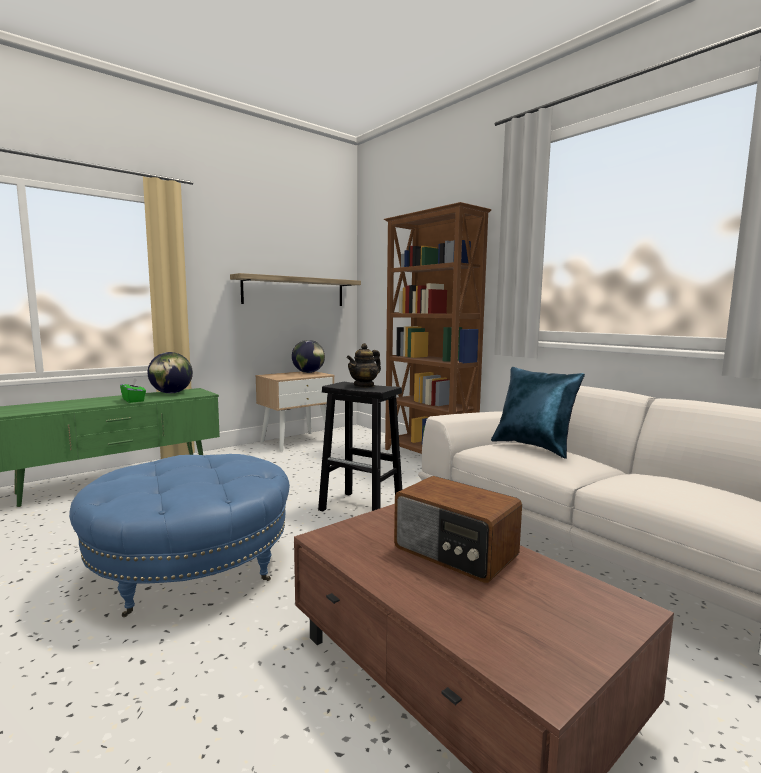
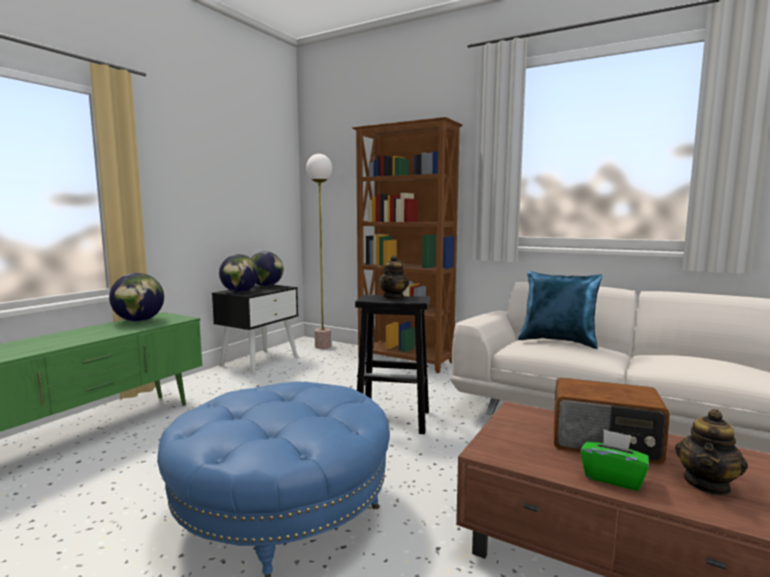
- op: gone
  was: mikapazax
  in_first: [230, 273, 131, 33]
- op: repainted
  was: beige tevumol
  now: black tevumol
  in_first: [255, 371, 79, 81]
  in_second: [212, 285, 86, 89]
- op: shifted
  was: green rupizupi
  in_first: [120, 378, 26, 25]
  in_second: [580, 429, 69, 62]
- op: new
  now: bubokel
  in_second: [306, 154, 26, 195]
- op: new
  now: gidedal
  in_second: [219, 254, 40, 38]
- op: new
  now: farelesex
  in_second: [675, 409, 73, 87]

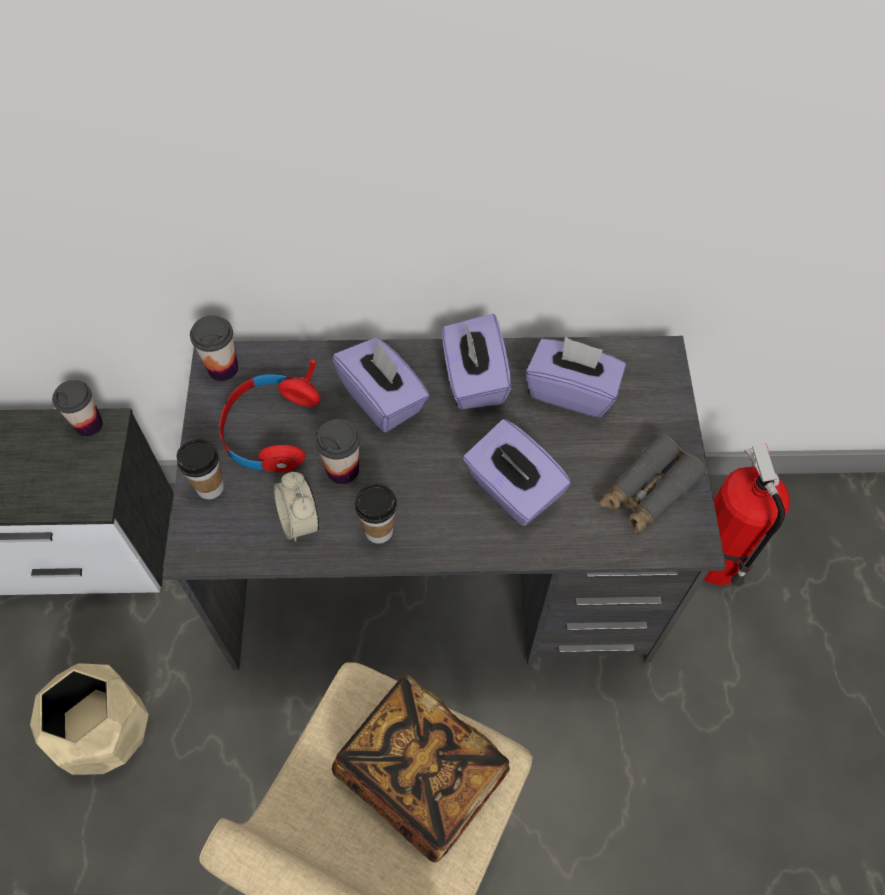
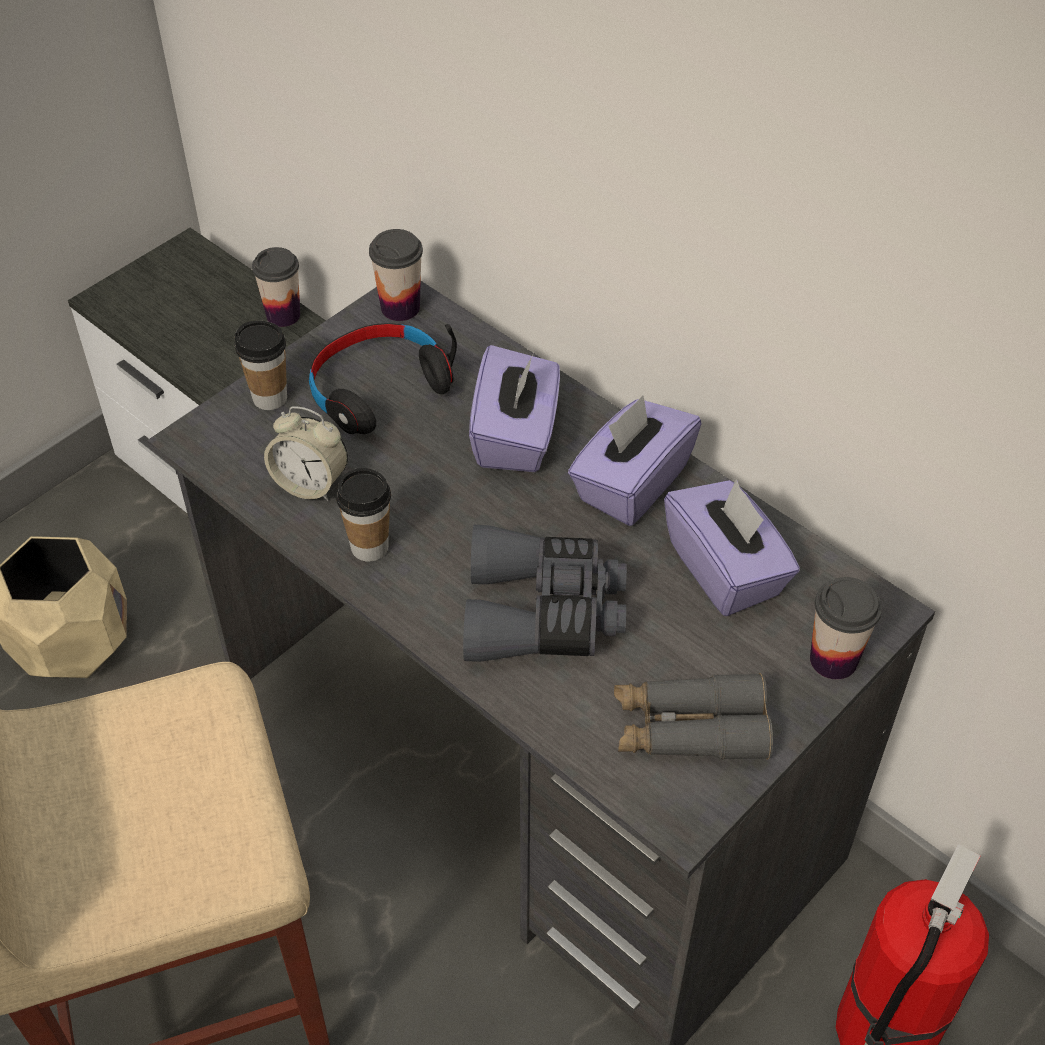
- op: repainted
  was: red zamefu
  now: black zamefu
  in_first: [219, 359, 102, 114]
  in_second: [309, 323, 148, 111]
- op: shifted
  was: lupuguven
  in_first: [315, 419, 45, 65]
  in_second: [810, 577, 72, 103]
- op: swapped
  was: purple rupizupi
  now: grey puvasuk
  in_first: [463, 419, 108, 107]
  in_second: [463, 525, 164, 137]
- op: rotated
  was: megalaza
  in_first: [274, 472, 45, 70]
  in_second: [264, 406, 84, 95]
  clockwise: -90
- op: gone
  was: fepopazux
  in_first: [332, 675, 178, 187]

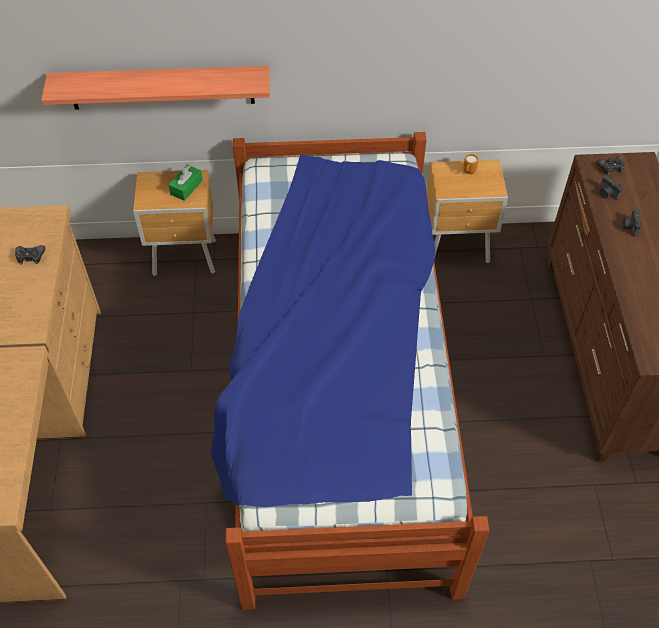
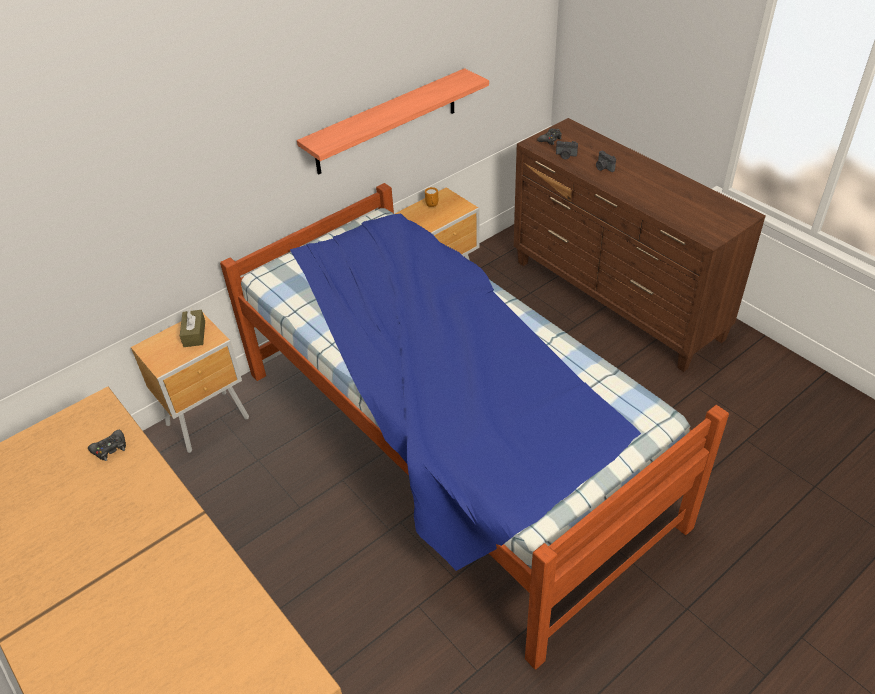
- op: shifted
  was: mikapazax
  in_first: [41, 66, 229, 44]
  in_second: [297, 68, 192, 107]
- op: repainted
  was: green rupizupi
  now: brown rupizupi
  in_first: [168, 165, 35, 36]
  in_second: [180, 308, 25, 39]

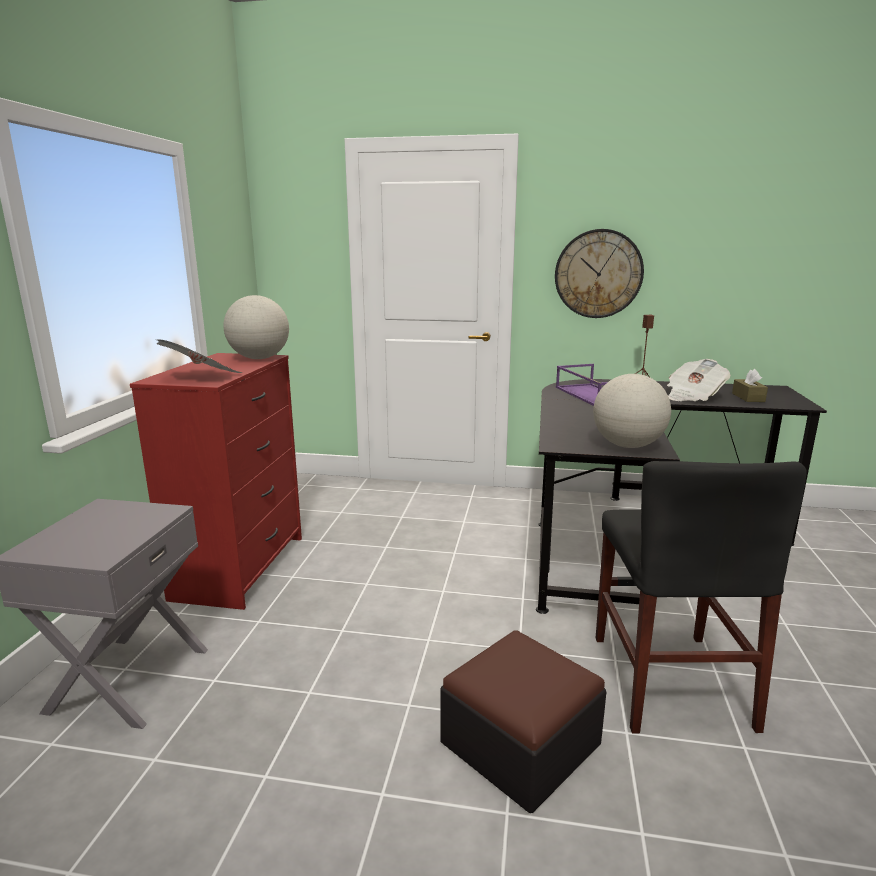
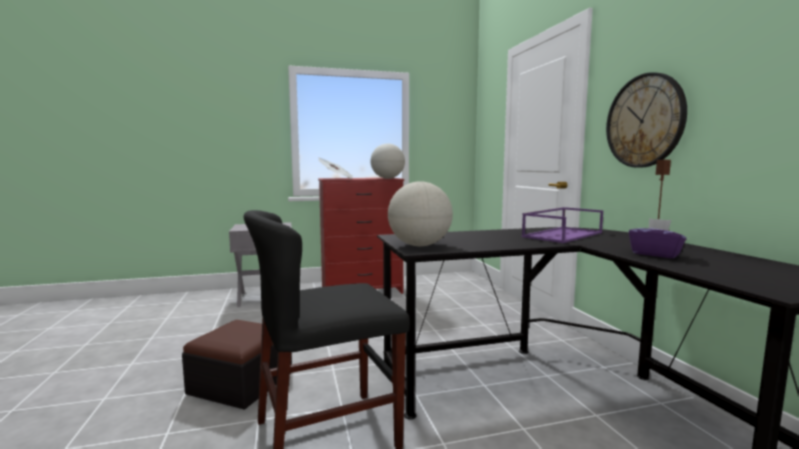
- op: swapped
  was: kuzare
  now: purple rupizupi
  in_first: [667, 359, 64, 42]
  in_second: [629, 218, 57, 40]
- op: gone
  was: brown rupizupi
  in_first: [732, 369, 36, 33]

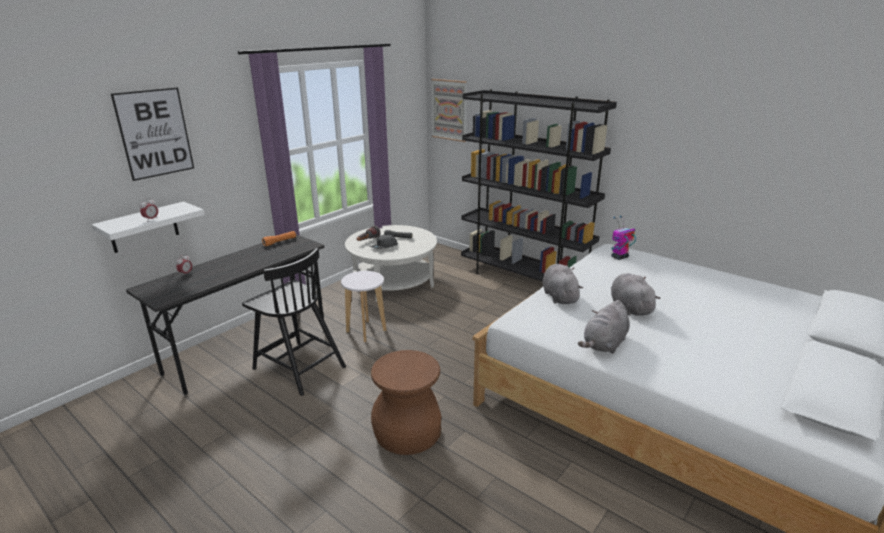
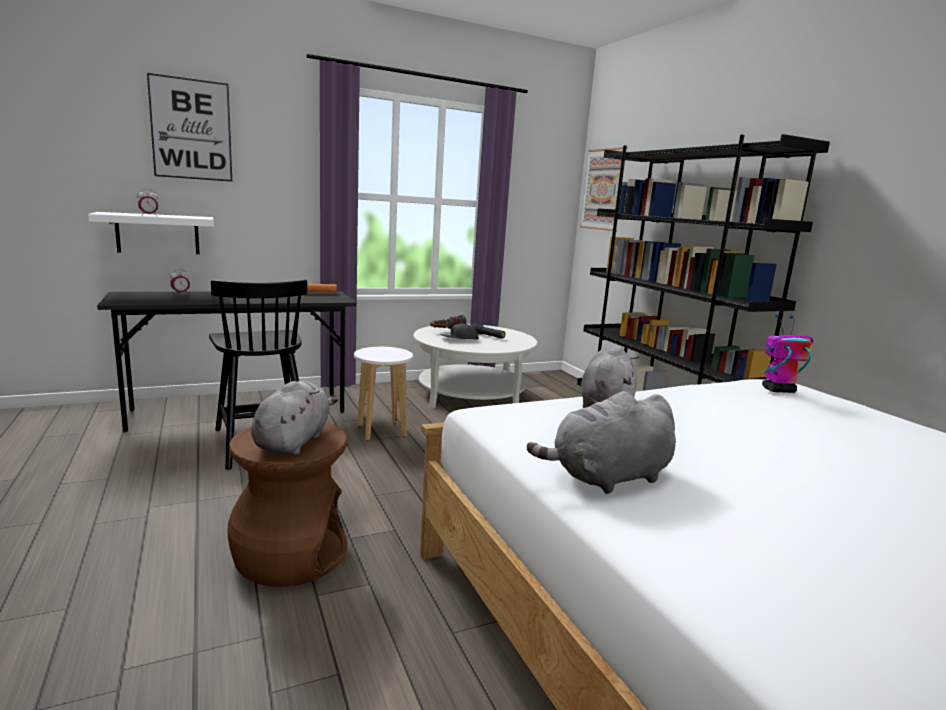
- op: shifted
  was: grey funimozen
  in_first: [611, 273, 50, 43]
  in_second: [251, 381, 87, 74]

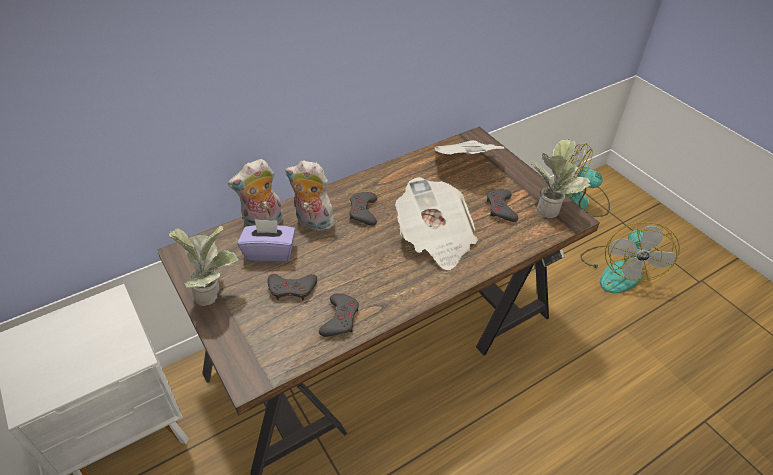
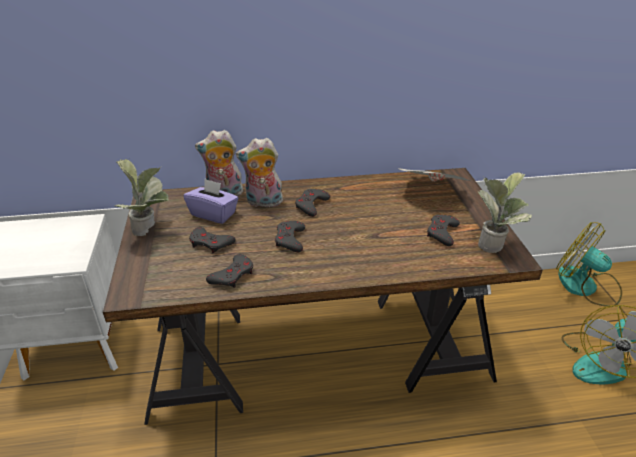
- op: rotated
  was: funimozen
  in_first: [285, 160, 50, 71]
  in_second: [236, 138, 47, 69]
  clockwise: -45
- op: gone
  was: kuzare
  in_first: [395, 177, 83, 93]
- op: new
  now: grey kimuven
  in_second: [275, 221, 30, 31]

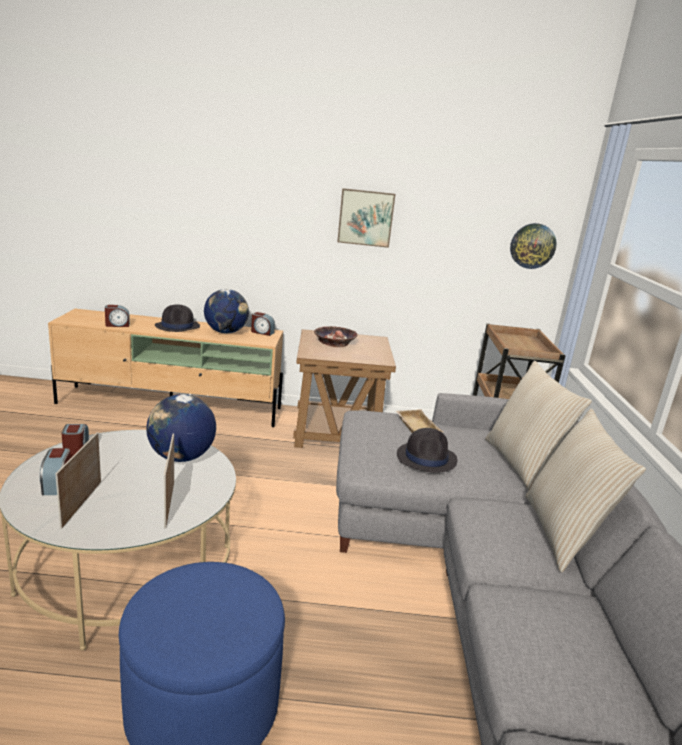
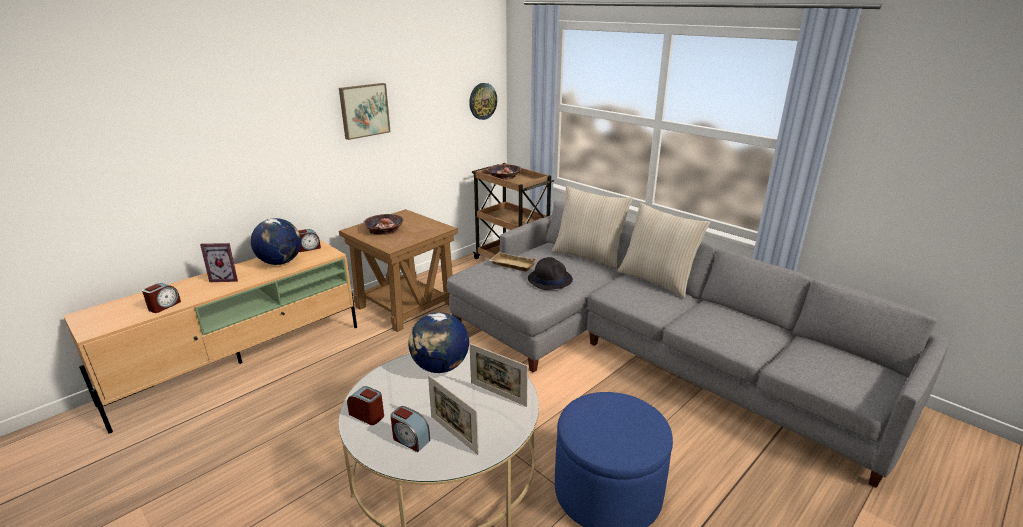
- op: swapped
  was: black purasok
  now: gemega
  in_first: [155, 304, 45, 28]
  in_second: [200, 243, 38, 39]
- op: new
  now: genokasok
  in_second: [487, 164, 34, 16]

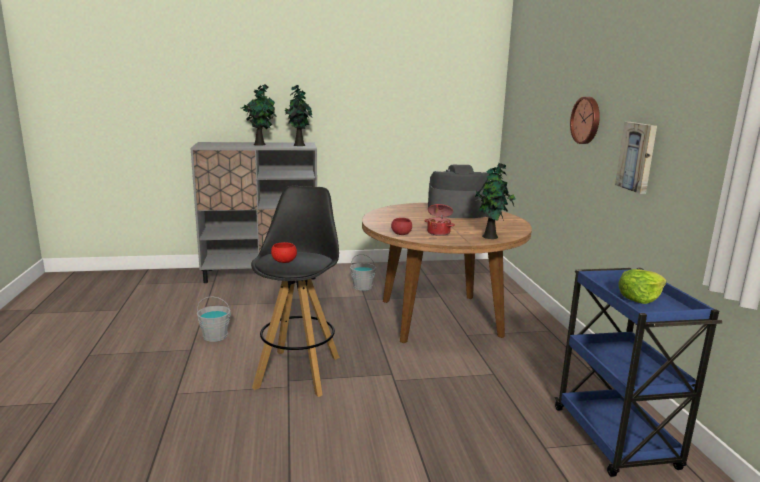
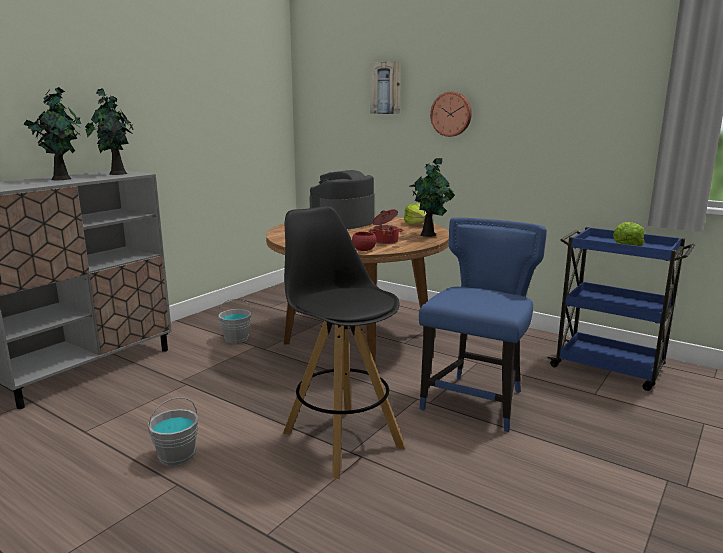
- op: shifted
  was: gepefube
  in_first: [615, 122, 42, 72]
  in_second: [370, 61, 31, 53]
- op: gone
  was: red genokasok
  in_first: [271, 242, 26, 21]
- op: new
  now: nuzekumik
  in_second: [404, 203, 22, 22]
- op: new
  now: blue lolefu
  in_second: [419, 218, 128, 214]

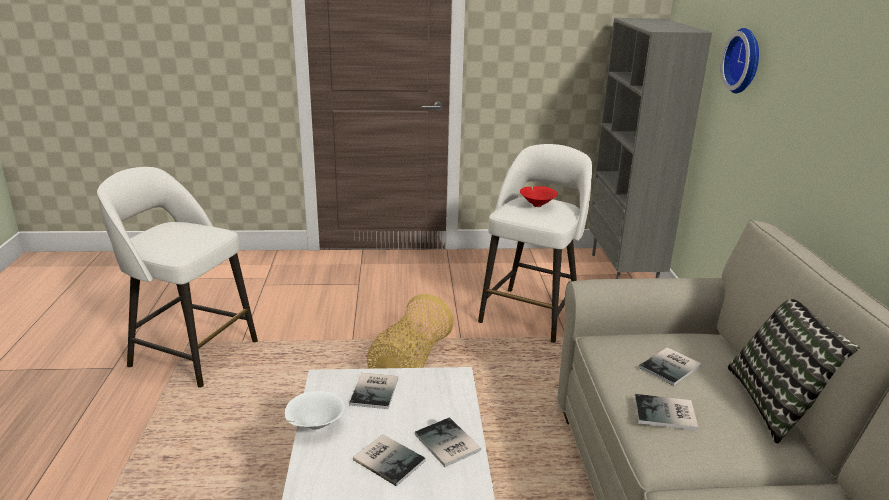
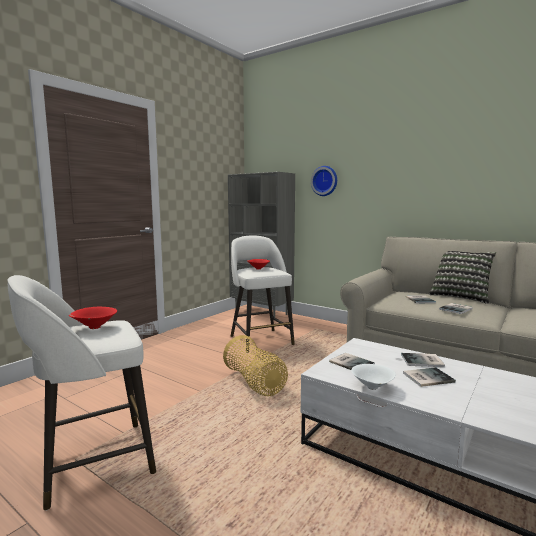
- op: new
  now: red genokasok
  in_second: [69, 307, 48, 22]

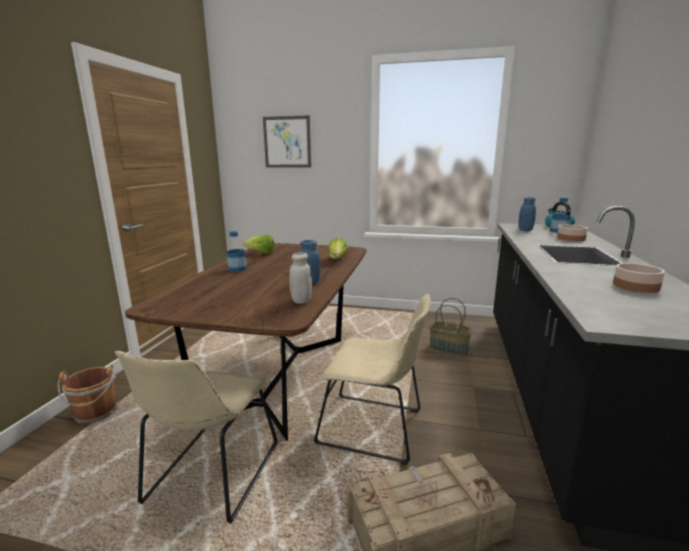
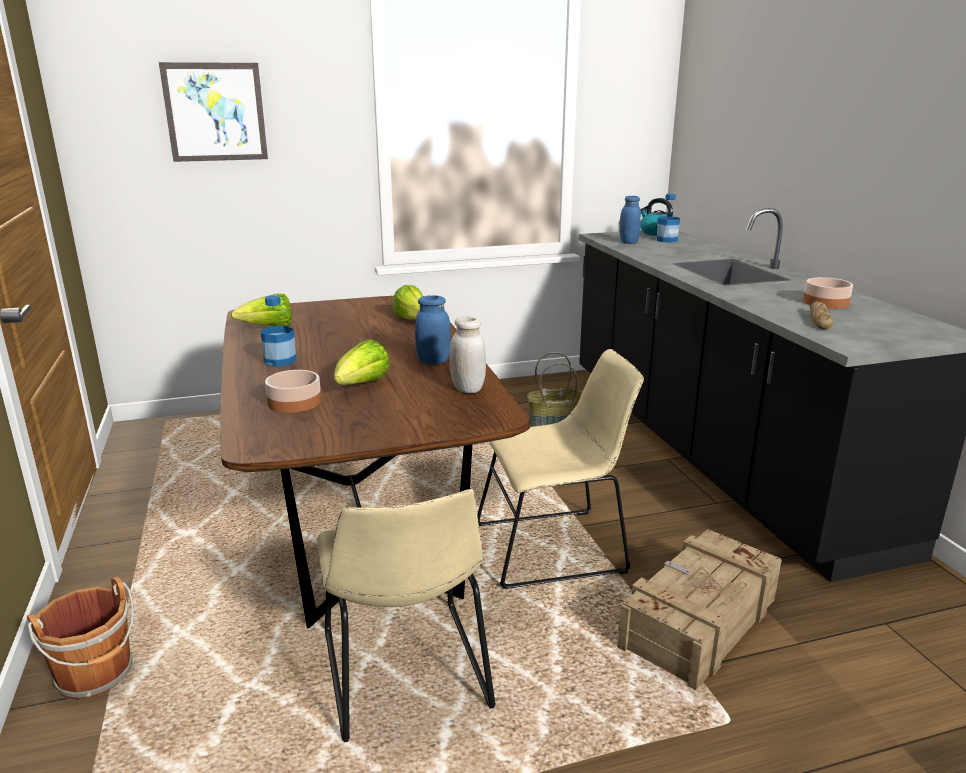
- op: shifted
  was: genokasok
  in_first: [557, 225, 31, 16]
  in_second: [265, 370, 56, 43]
- op: new
  now: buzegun
  in_second: [810, 301, 23, 28]
- op: new
  now: nuzekumik
  in_second: [334, 340, 56, 45]

